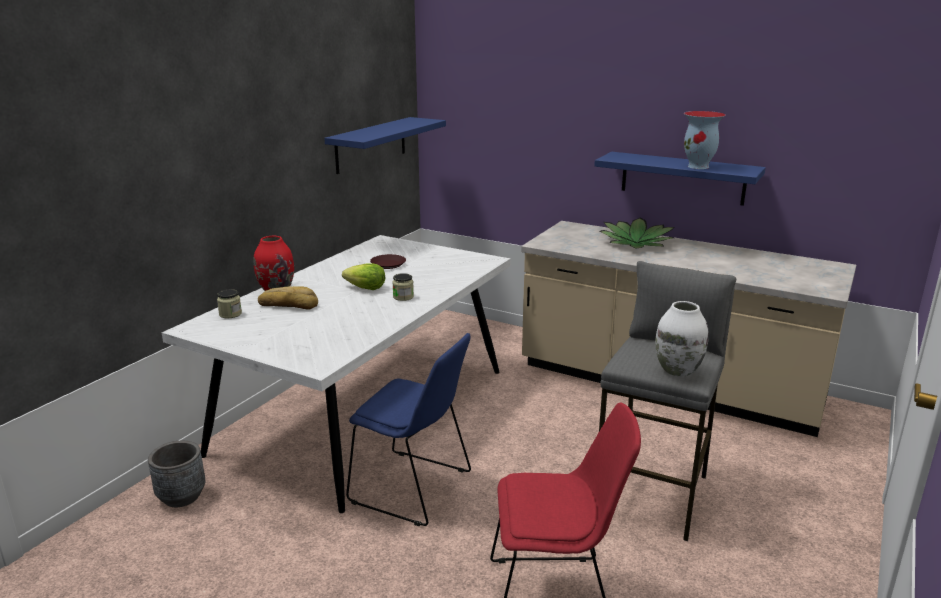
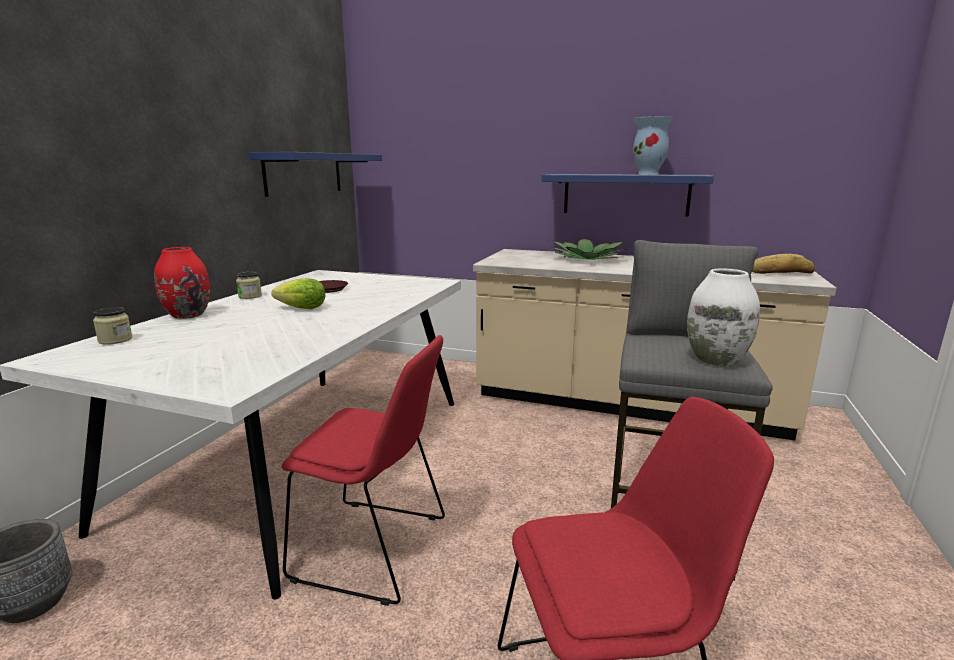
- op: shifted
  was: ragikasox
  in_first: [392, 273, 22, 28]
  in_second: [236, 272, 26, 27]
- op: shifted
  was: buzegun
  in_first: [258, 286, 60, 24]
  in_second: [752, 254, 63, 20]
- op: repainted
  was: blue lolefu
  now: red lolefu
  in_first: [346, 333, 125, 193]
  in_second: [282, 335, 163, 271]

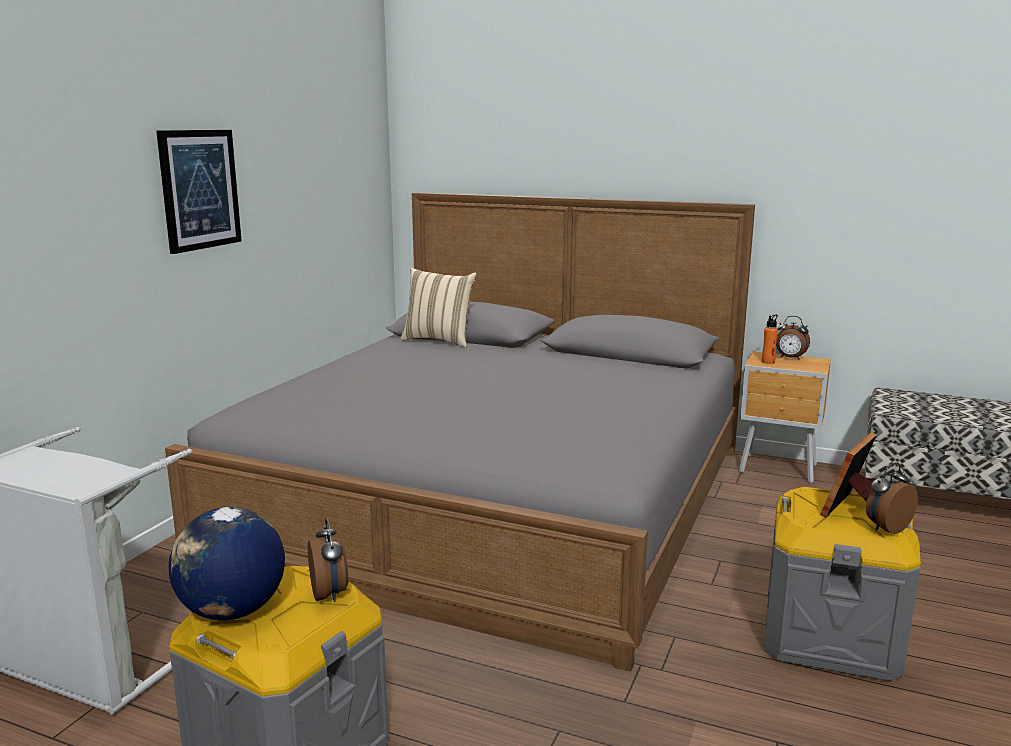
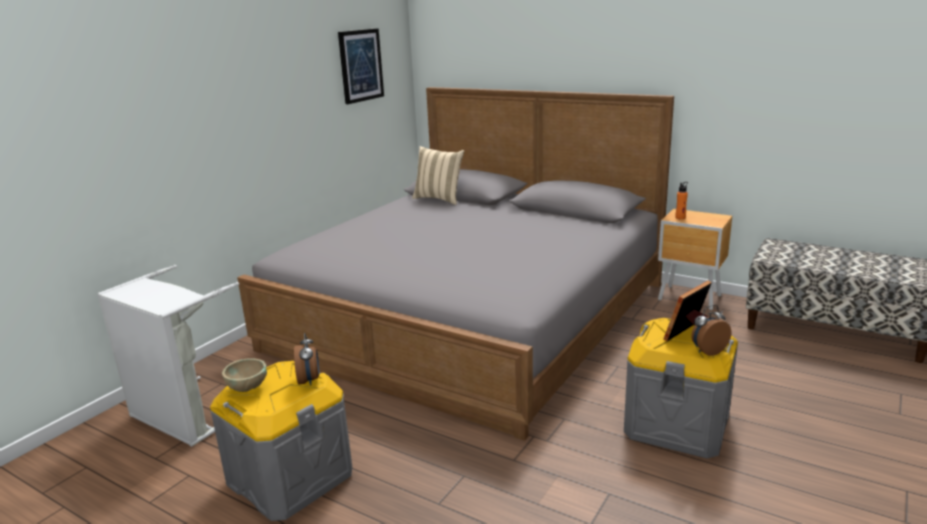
- op: shifted
  was: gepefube
  in_first: [156, 130, 86, 124]
  in_second: [338, 28, 46, 76]
- op: gone
  was: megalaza
  in_first: [776, 316, 34, 44]
- op: swapped
  was: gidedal
  now: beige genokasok
  in_first: [169, 507, 116, 113]
  in_second: [222, 358, 45, 34]

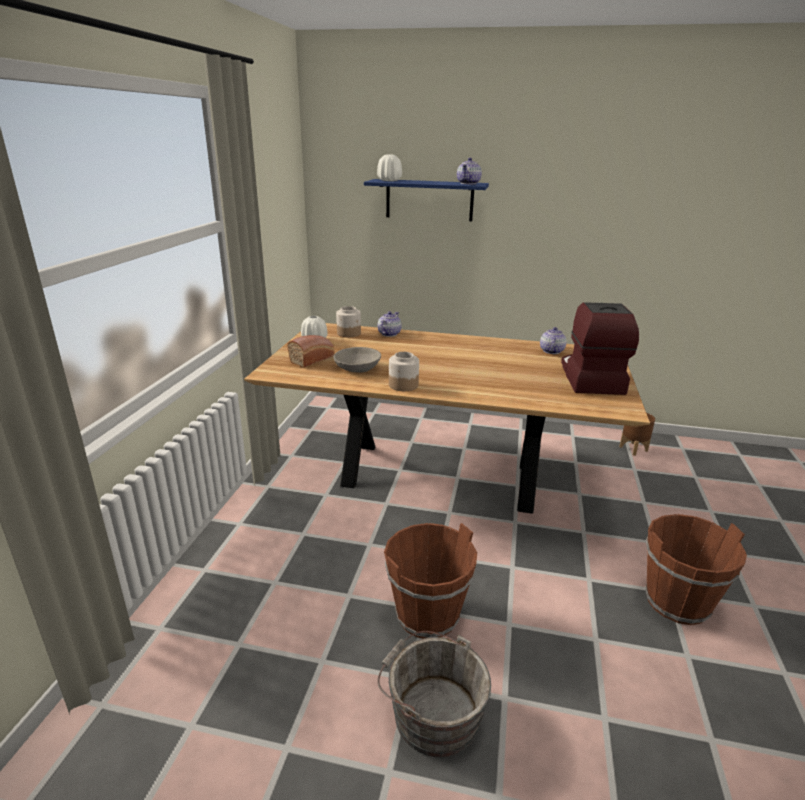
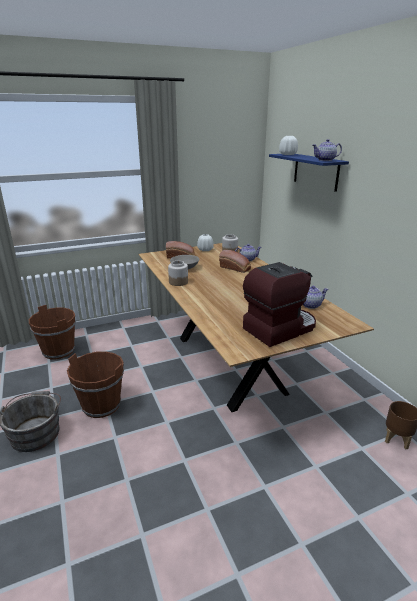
- op: shifted
  was: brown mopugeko
  in_first: [645, 514, 102, 111]
  in_second: [29, 305, 47, 54]
- op: new
  now: buzegun
  in_second: [219, 250, 32, 23]

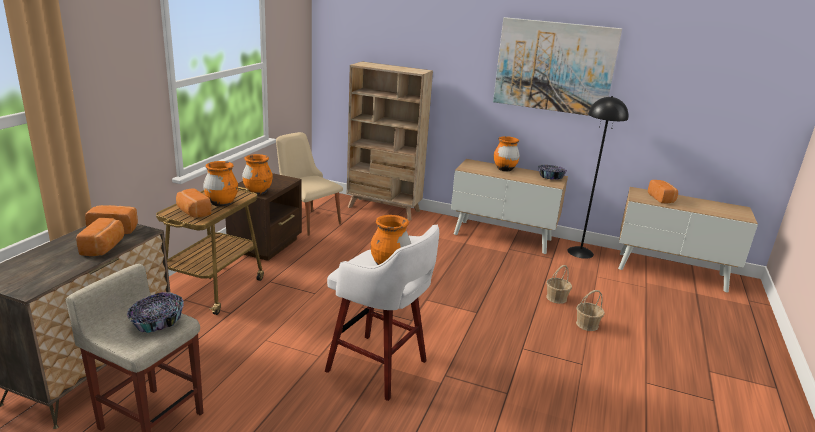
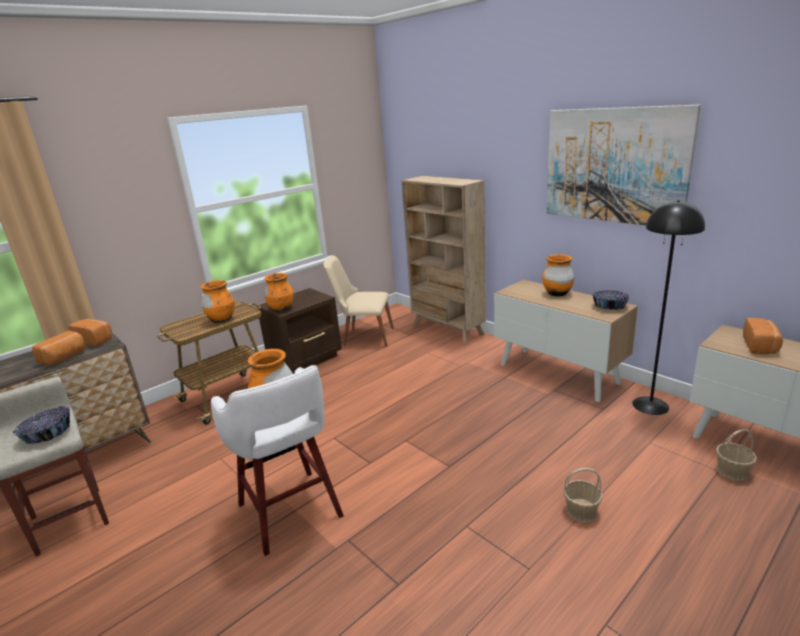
- op: rotated
  was: beige lolefu
  in_first: [276, 132, 67, 104]
  in_second: [323, 255, 71, 92]
  clockwise: -60
- op: gone
  was: buzegun
  in_first: [176, 188, 36, 30]
- op: shifted
  was: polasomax
  in_first: [546, 265, 26, 39]
  in_second: [716, 429, 41, 52]

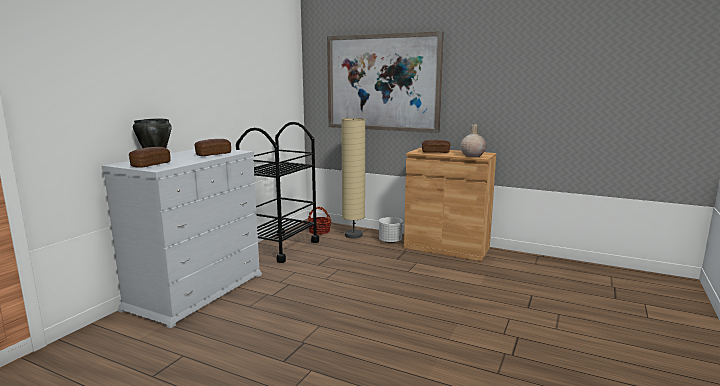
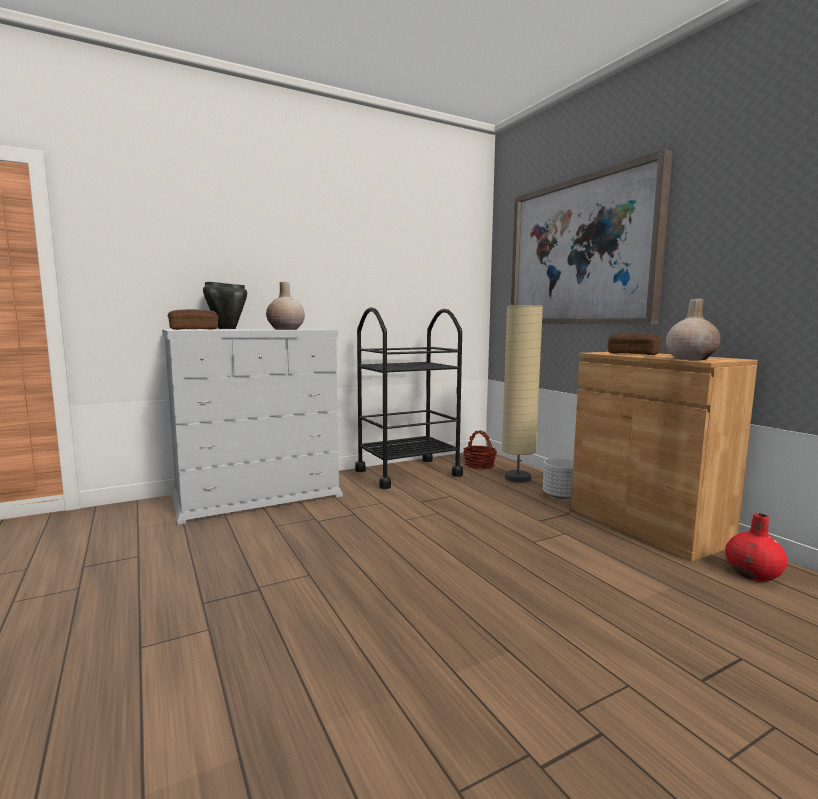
- op: swapped
  was: buzegun
  now: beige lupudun
  in_first: [195, 139, 36, 17]
  in_second: [266, 282, 39, 48]
- op: new
  now: red lupudun
  in_second: [725, 513, 62, 69]

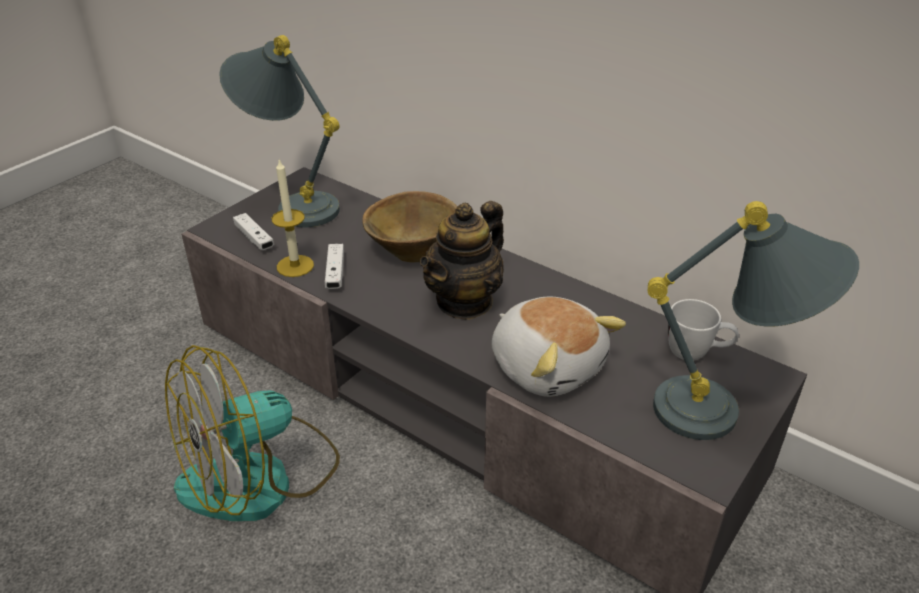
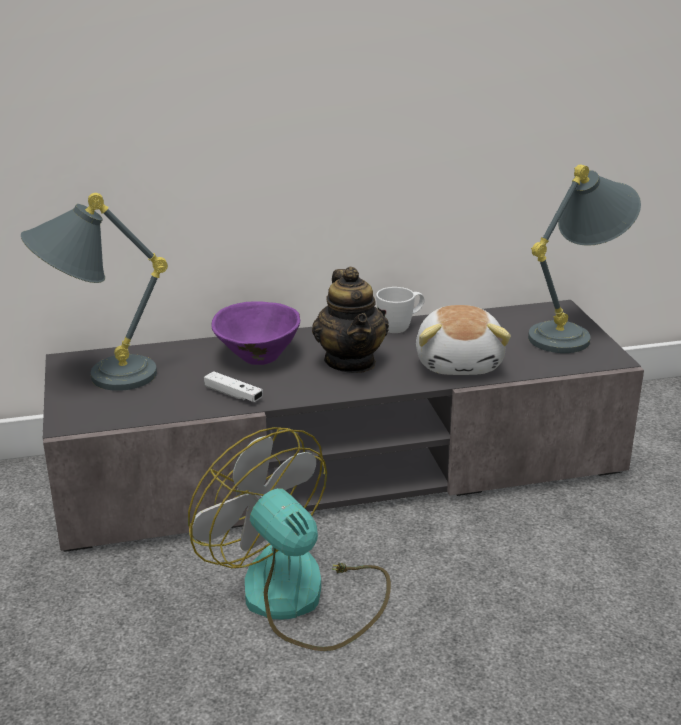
- op: gone
  was: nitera
  in_first: [272, 159, 42, 118]
- op: repainted
  was: brown genokasok
  now: purple genokasok
  in_first: [362, 191, 96, 71]
  in_second: [211, 301, 89, 64]
- op: gone
  was: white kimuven
  in_first: [233, 213, 41, 37]
- op: rotated
  was: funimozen
  in_first: [492, 297, 134, 100]
  in_second: [416, 305, 95, 70]
  clockwise: 90
- op: shifted
  was: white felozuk
  in_first: [668, 299, 71, 62]
  in_second: [376, 287, 48, 46]
- op: rotated
  was: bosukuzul
  in_first: [165, 345, 175, 176]
  in_second: [188, 427, 203, 224]
  clockwise: 135

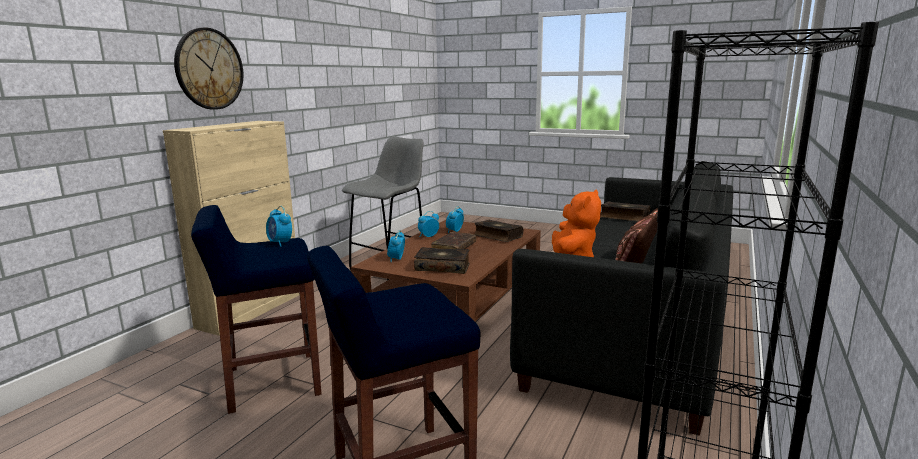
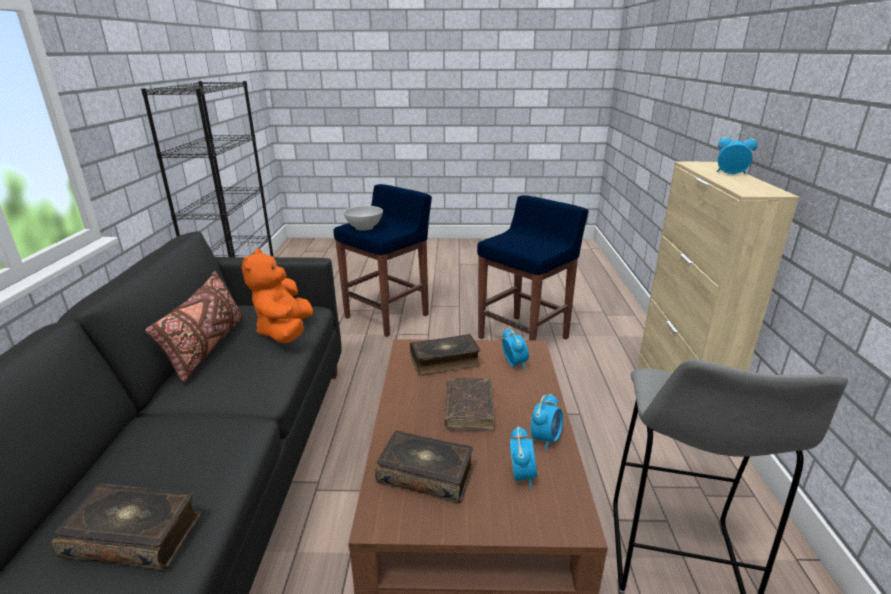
- op: gone
  was: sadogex
  in_first: [174, 28, 69, 81]
- op: shifted
  was: megalaza
  in_first: [266, 206, 26, 41]
  in_second: [717, 132, 41, 42]
- op: new
  now: white genokasok
  in_second: [343, 206, 40, 25]

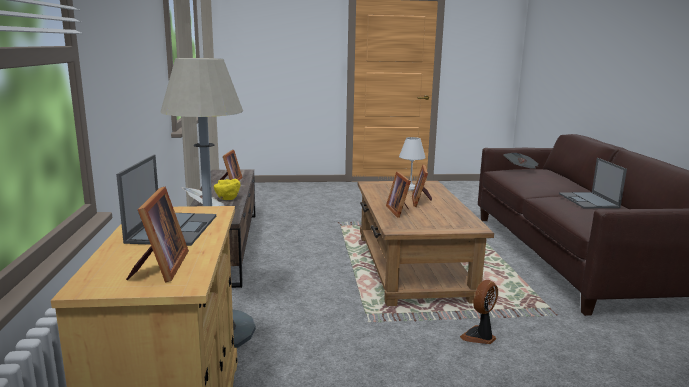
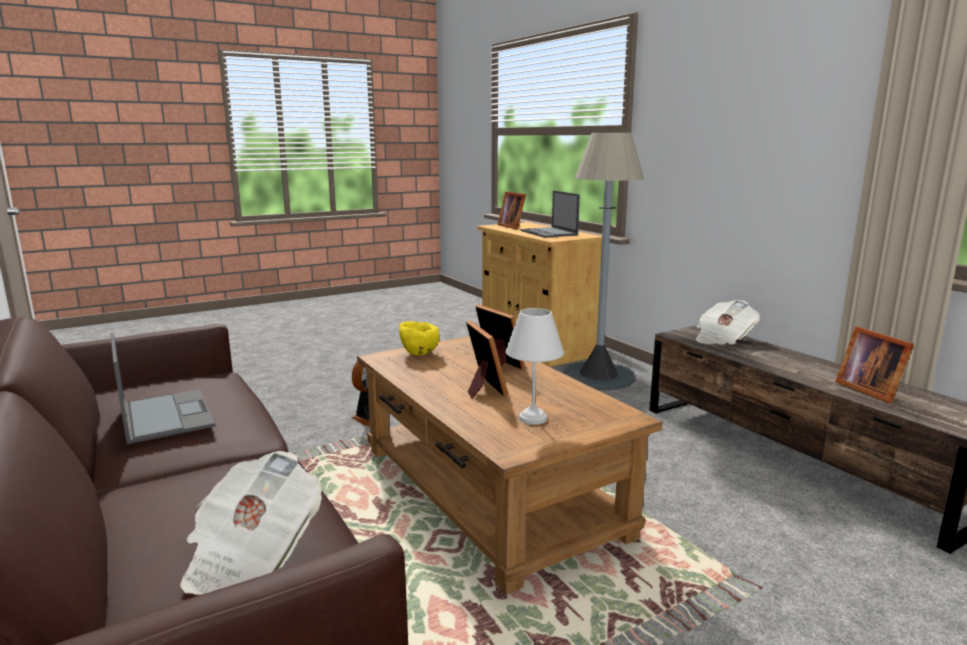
- op: shifted
  was: yellow genokasok
  in_first: [214, 179, 27, 21]
  in_second: [399, 321, 41, 35]

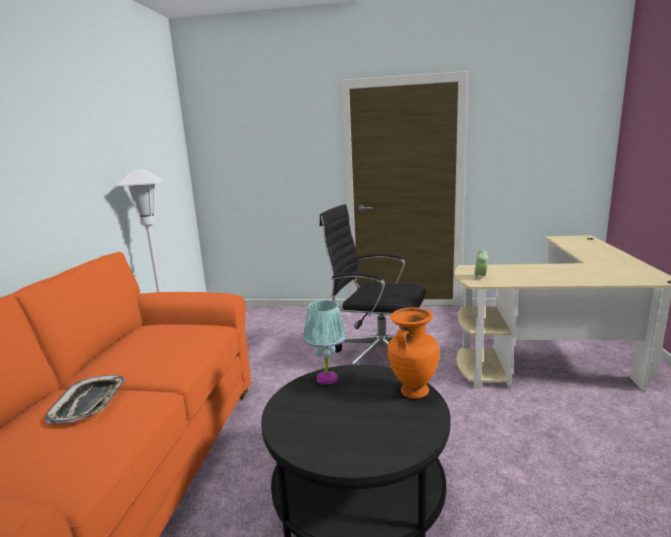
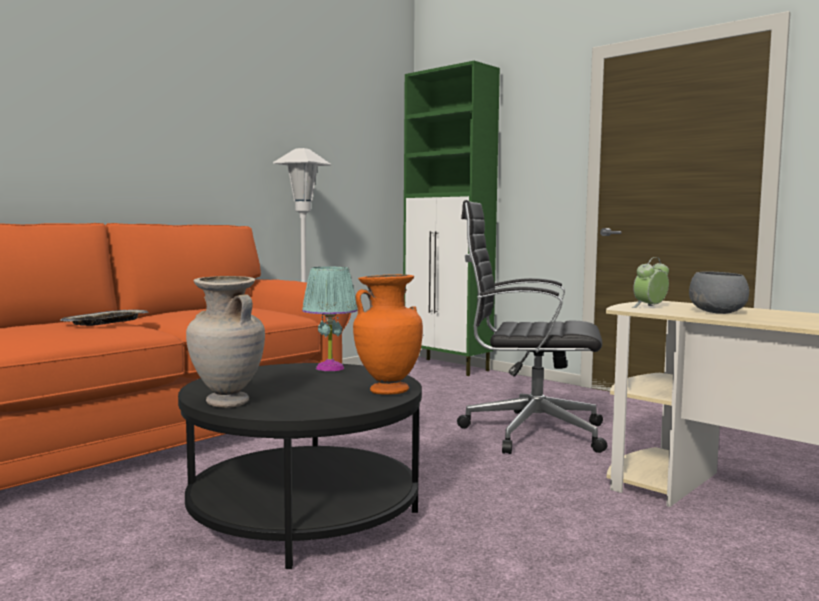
- op: rotated
  was: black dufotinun
  in_first: [319, 204, 107, 161]
  in_second: [457, 200, 150, 254]
  clockwise: -45
- op: new
  now: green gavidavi
  in_second: [403, 61, 97, 315]
- op: new
  now: grey genokasok
  in_second: [689, 271, 60, 43]
- op: new
  now: beige lupudun
  in_second: [186, 276, 79, 132]

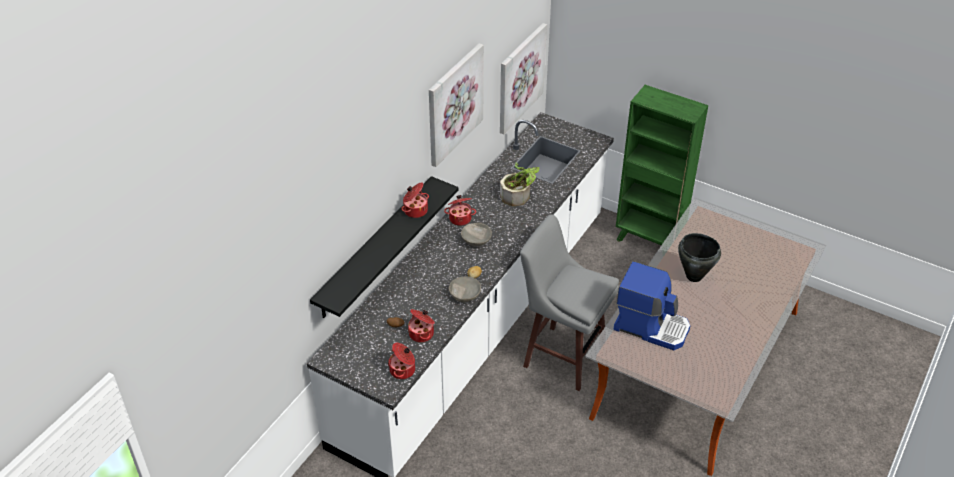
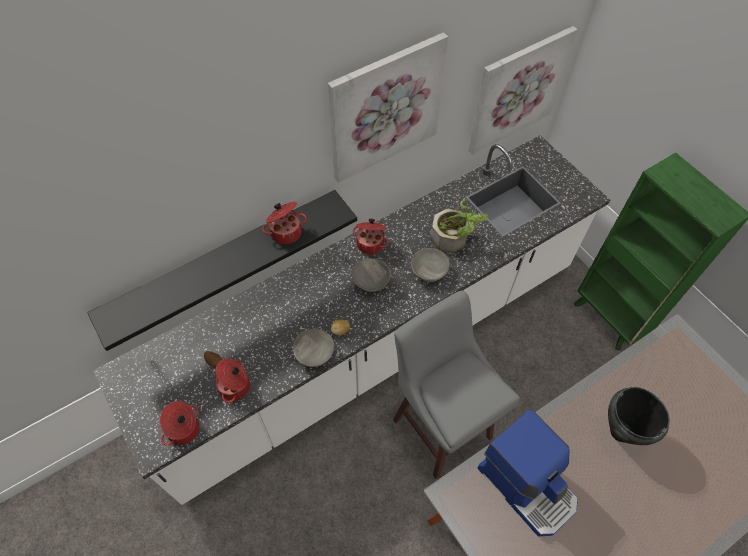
- op: new
  now: grey genokasok
  in_second: [411, 248, 39, 34]

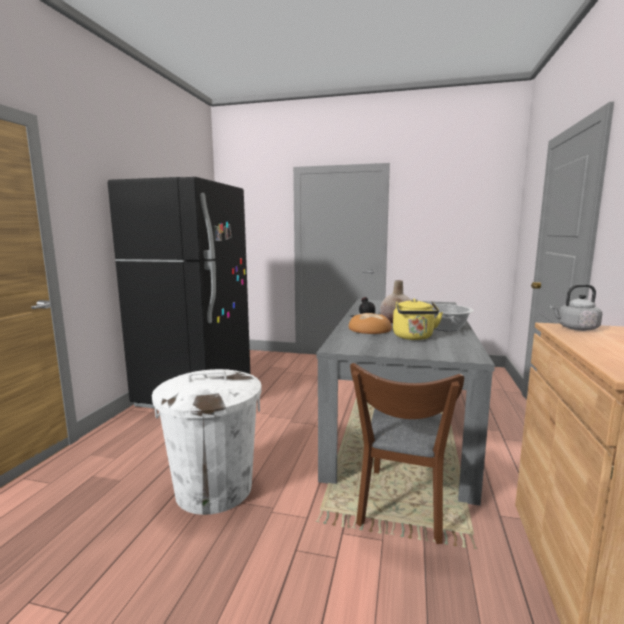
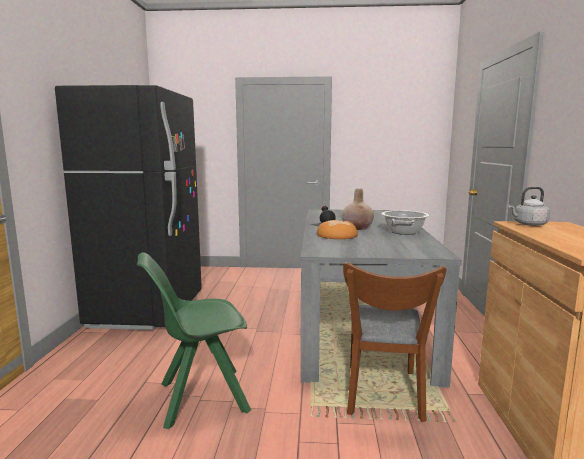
- op: gone
  was: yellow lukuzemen
  in_first: [393, 299, 50, 41]
- op: swapped
  was: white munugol
  now: green lolefu
  in_first: [152, 369, 110, 146]
  in_second: [137, 252, 114, 177]

